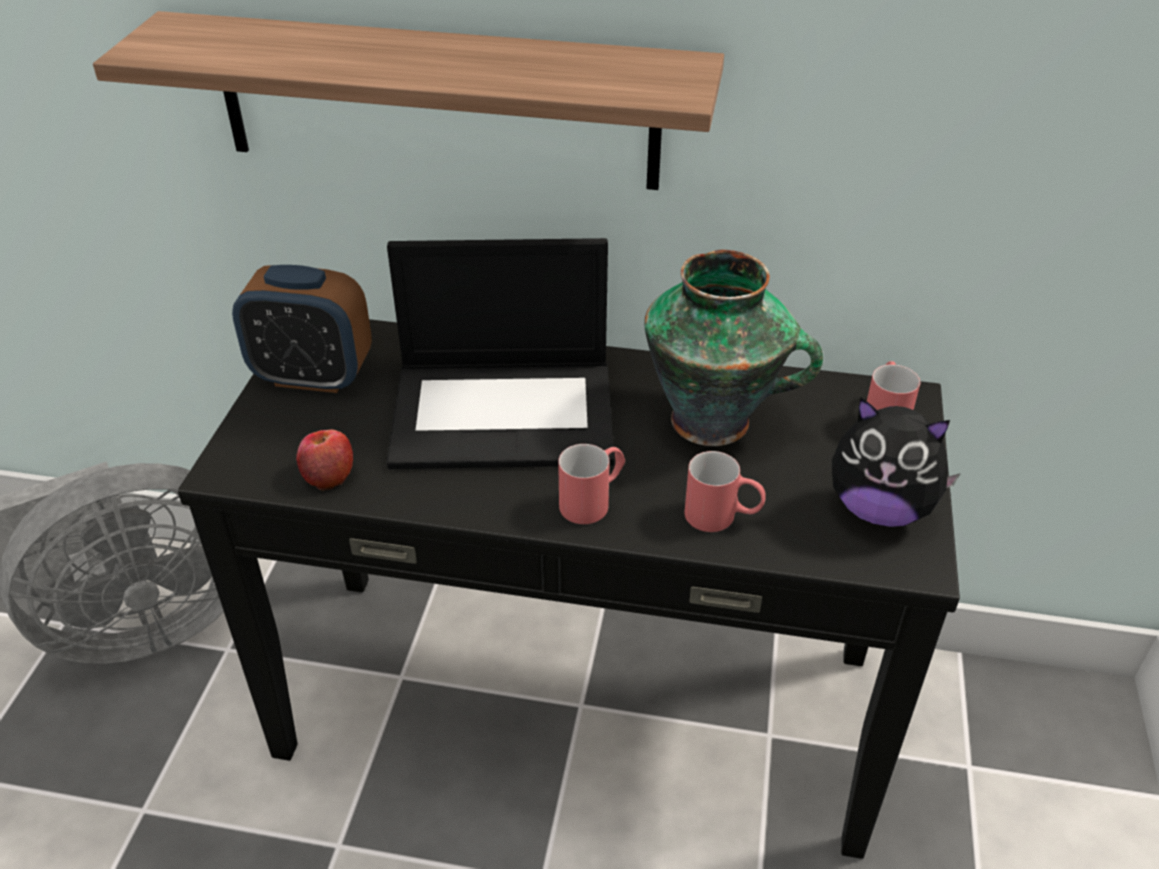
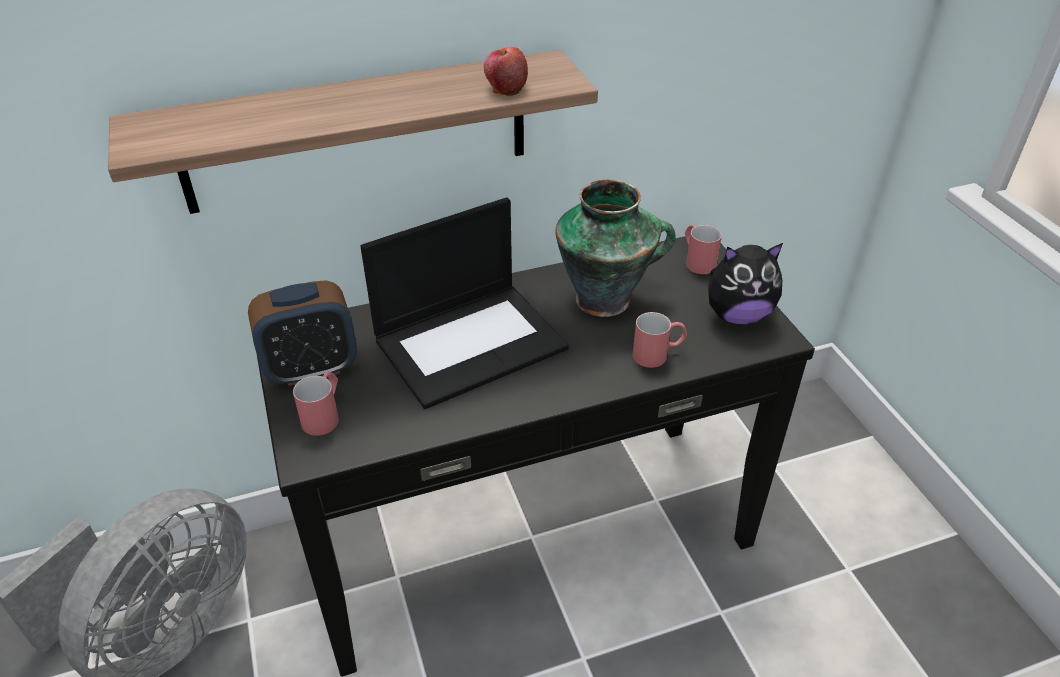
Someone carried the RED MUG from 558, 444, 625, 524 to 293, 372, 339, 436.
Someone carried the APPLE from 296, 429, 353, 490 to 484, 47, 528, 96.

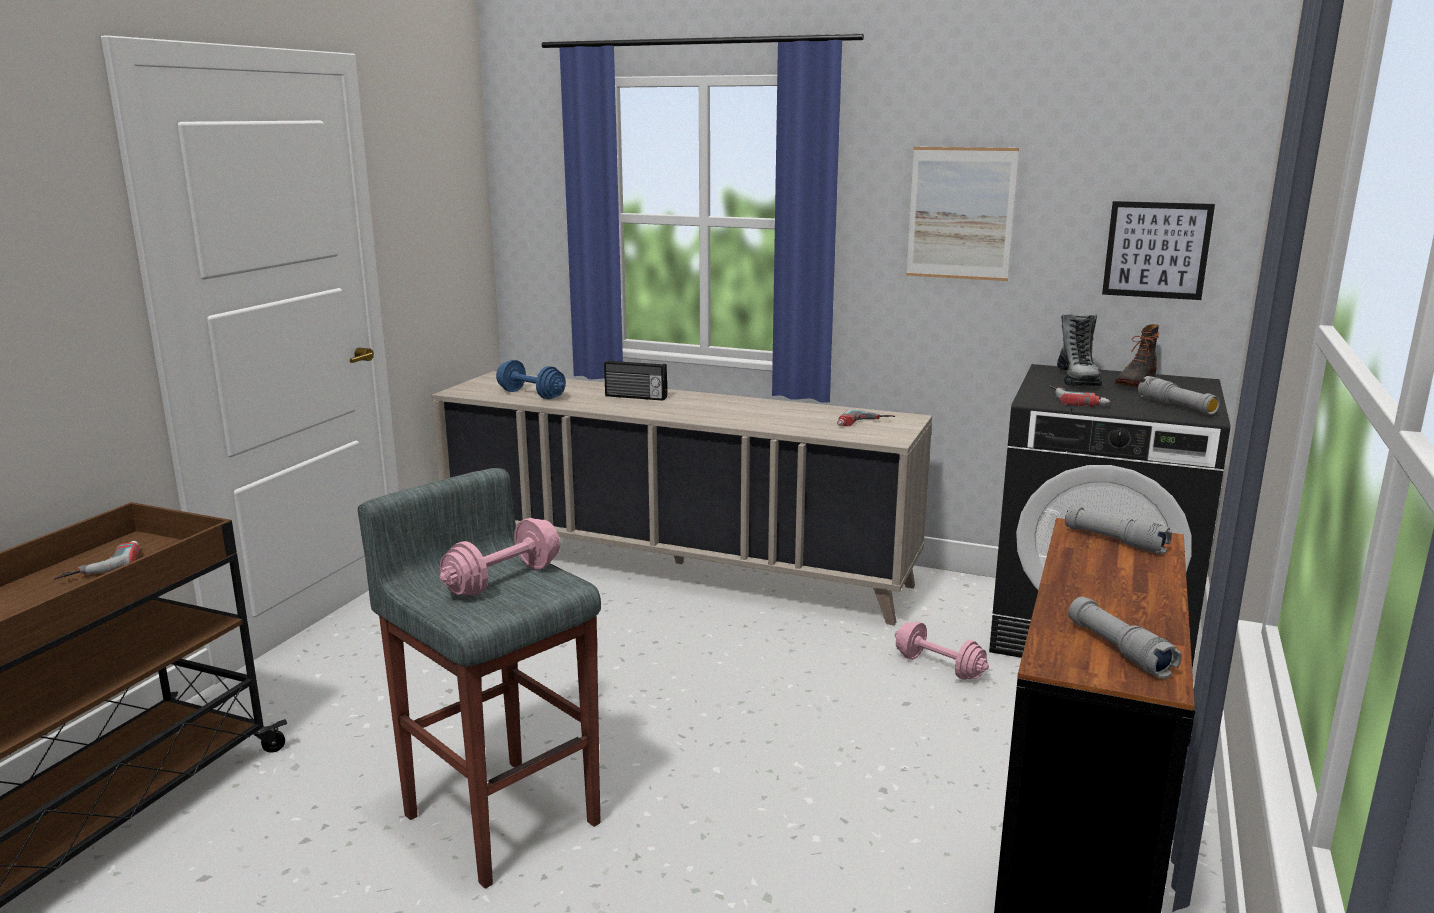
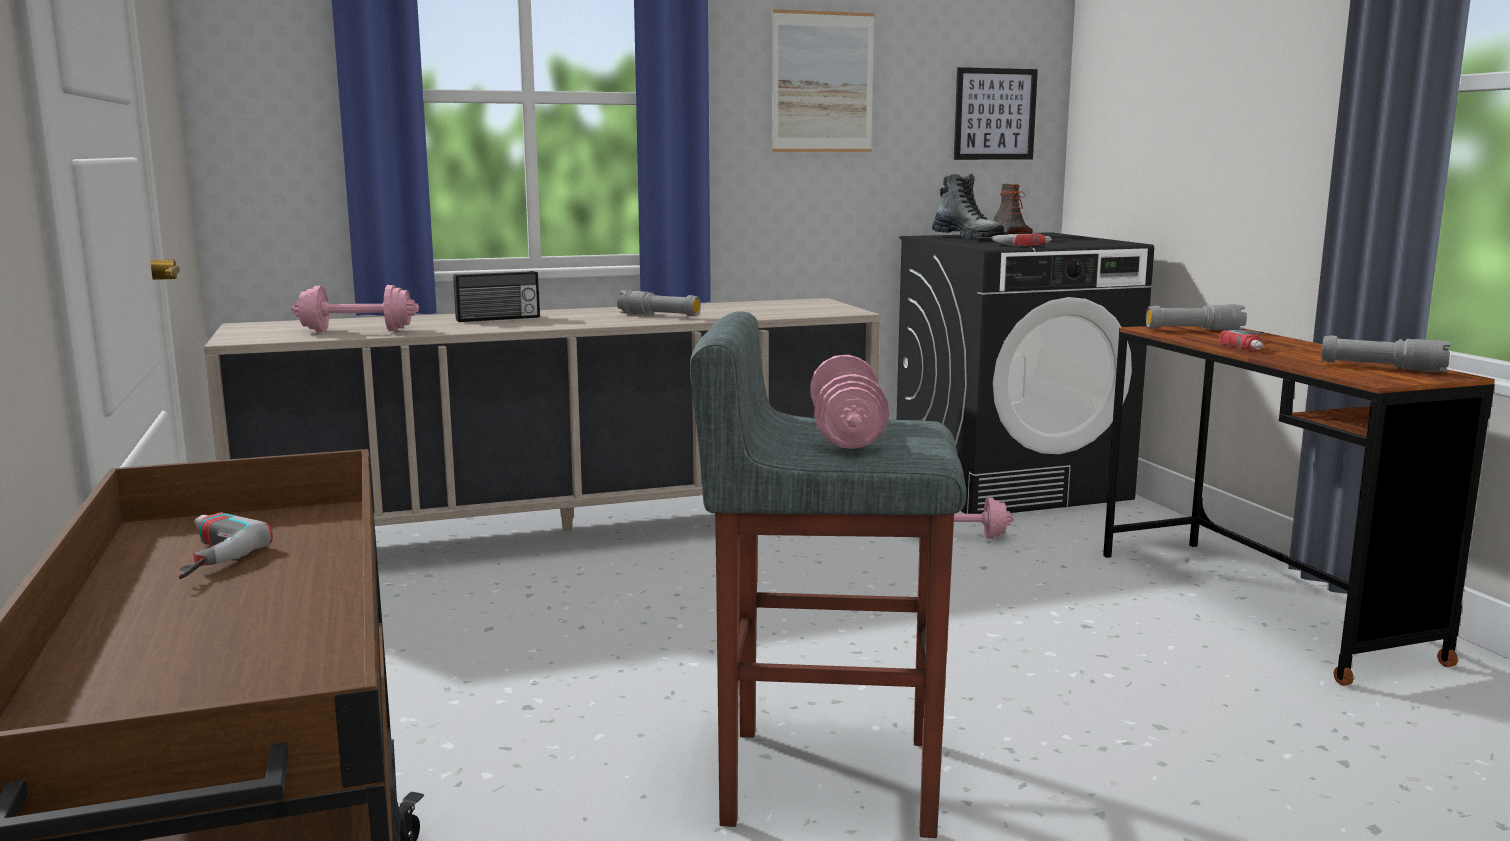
Someone repainted the BLUE DUMBBELL at 496, 360, 566, 399, which became the PINK DUMBBELL at 291, 285, 419, 332.
Someone carried the GREY FLASHLIGHT from 1138, 376, 1220, 415 to 617, 290, 701, 316.
Someone carried the POWER DRILL from 837, 410, 895, 426 to 1219, 330, 1264, 350.

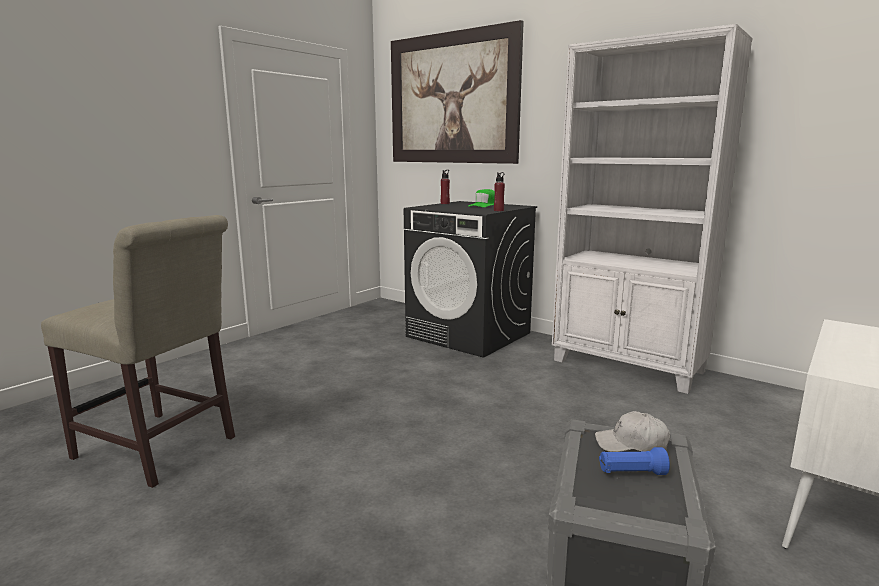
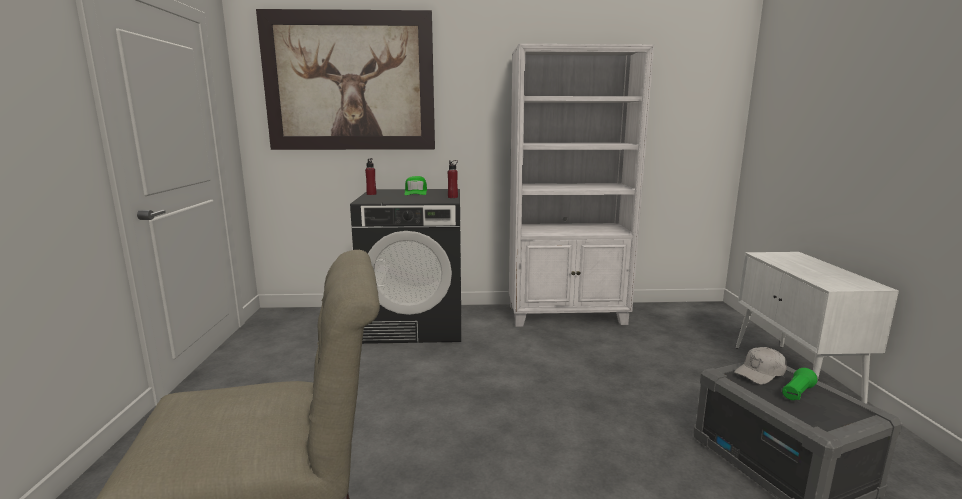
Someone repainted the BLUE FLASHLIGHT at 599, 447, 670, 475, which became the GREEN FLASHLIGHT at 782, 368, 818, 400.

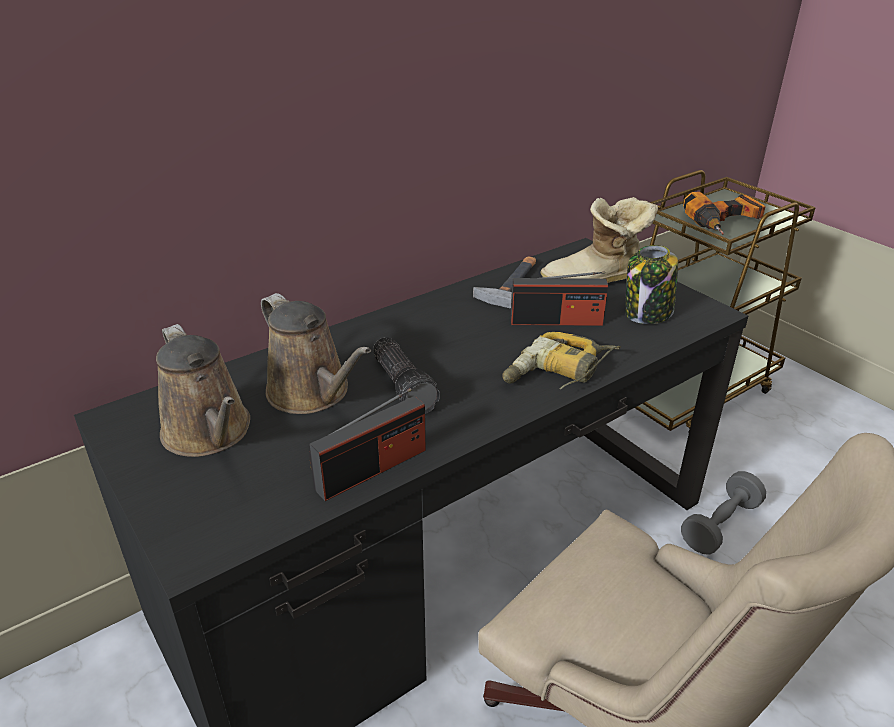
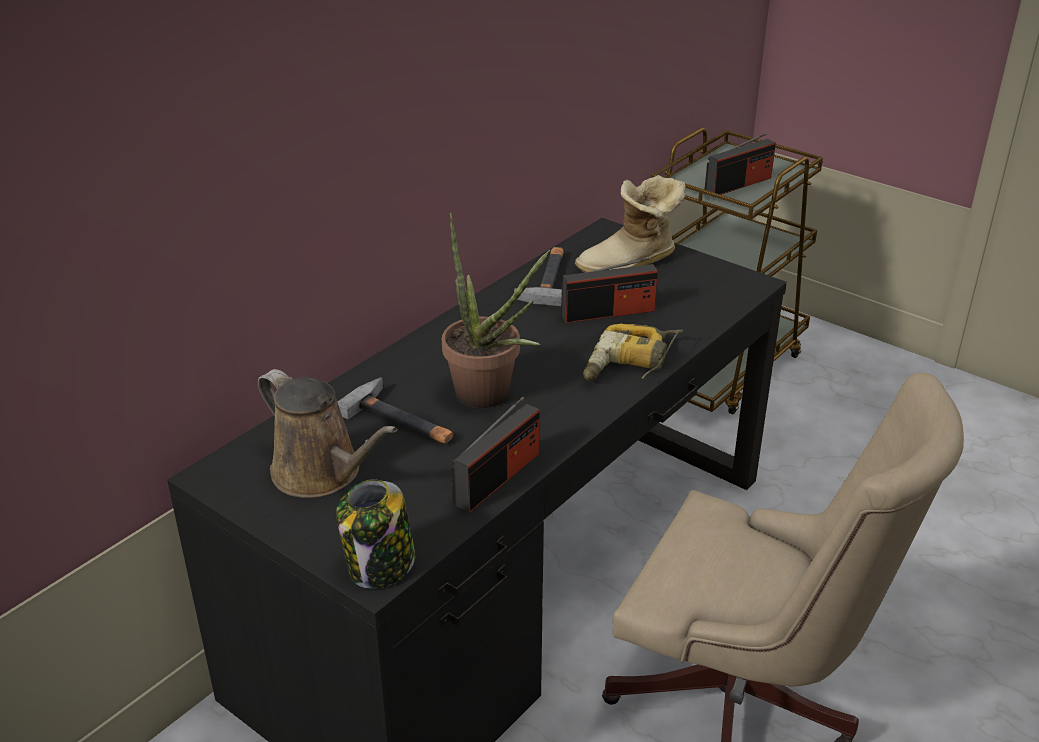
Someone carried the JAR from 625, 245, 678, 324 to 336, 479, 415, 589.
Someone swapped the BROWN WATERING CAN at 261, 293, 371, 414 for the HAMMER at 338, 377, 453, 444.
Someone swapped the FLASHLIGHT at 373, 337, 440, 414 for the POTTED PLANT at 442, 213, 551, 408.
Someone swapped the POWER DRILL at 683, 192, 766, 234 for the RADIO at 704, 133, 776, 195.
Someone took away the GREY DUMBBELL at 681, 471, 766, 555.

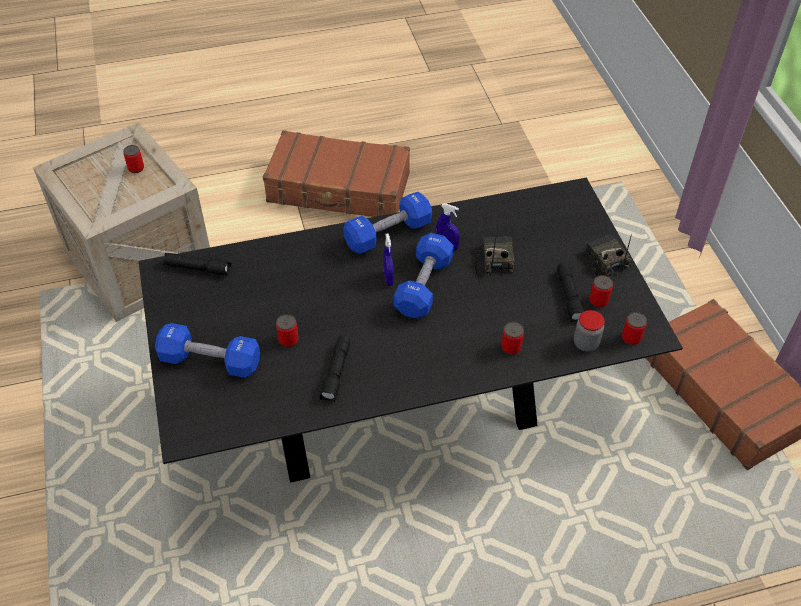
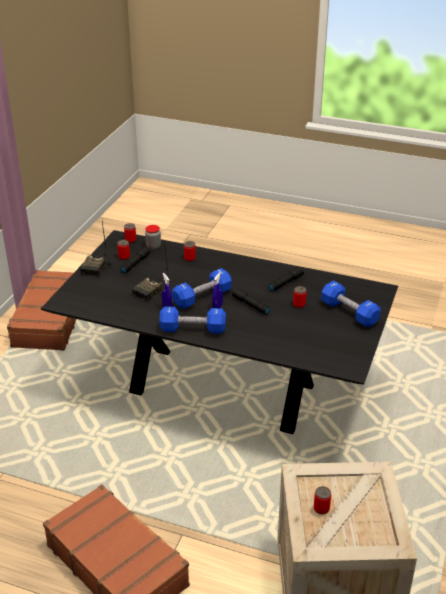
Someone carried the BLACK FLASHLIGHT from 163, 253, 232, 276 to 232, 288, 270, 315.

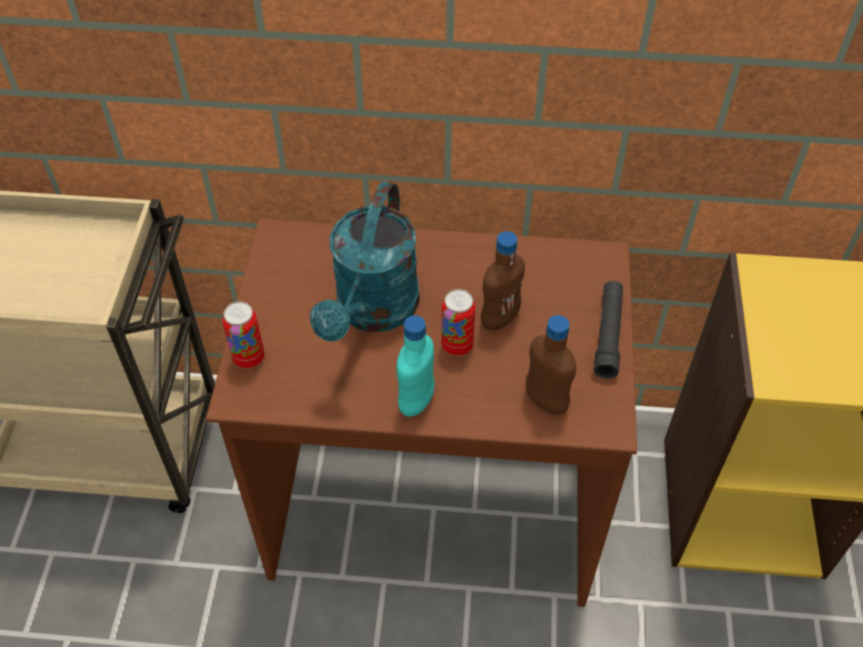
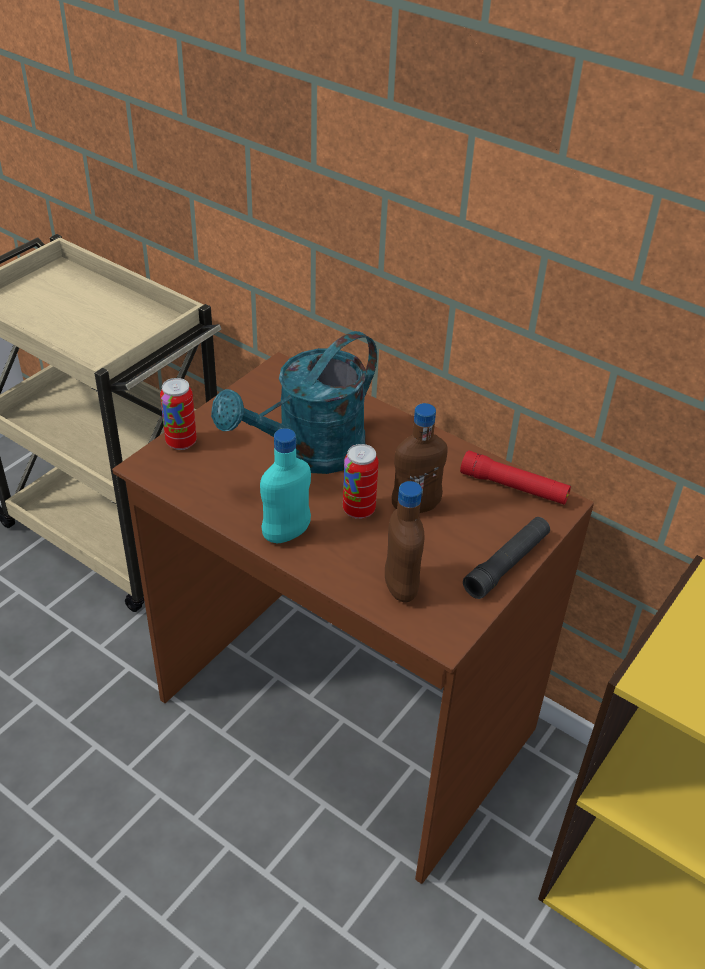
Someone put down the RED FLASHLIGHT at 460, 450, 571, 505.

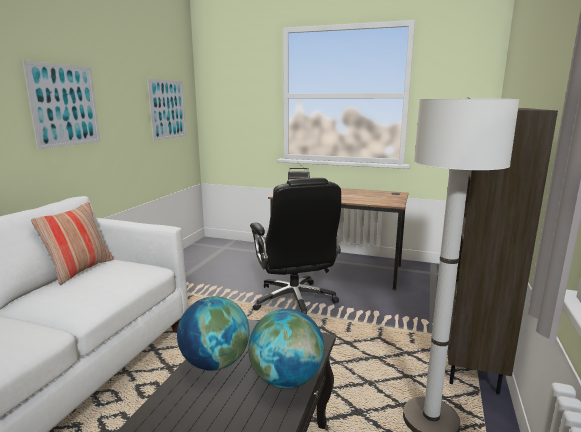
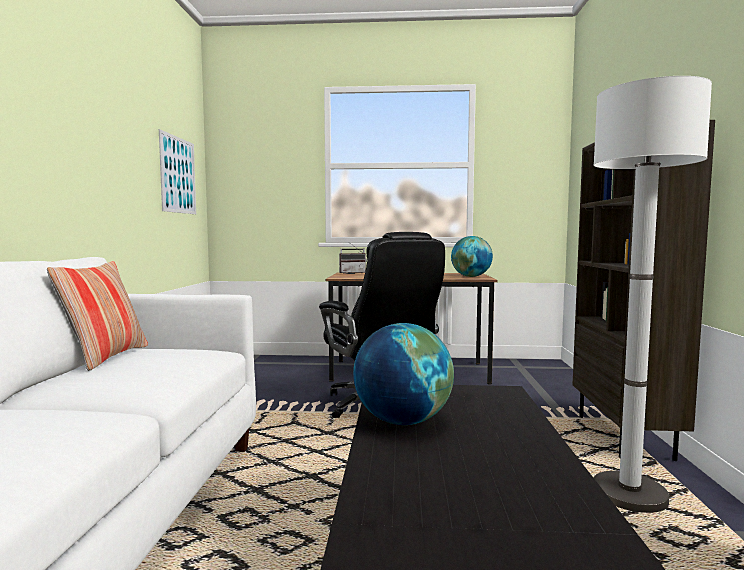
Someone carried the GLOBE from 248, 309, 324, 389 to 451, 236, 493, 277.
Someone took away the PICTURE at 22, 60, 100, 149.

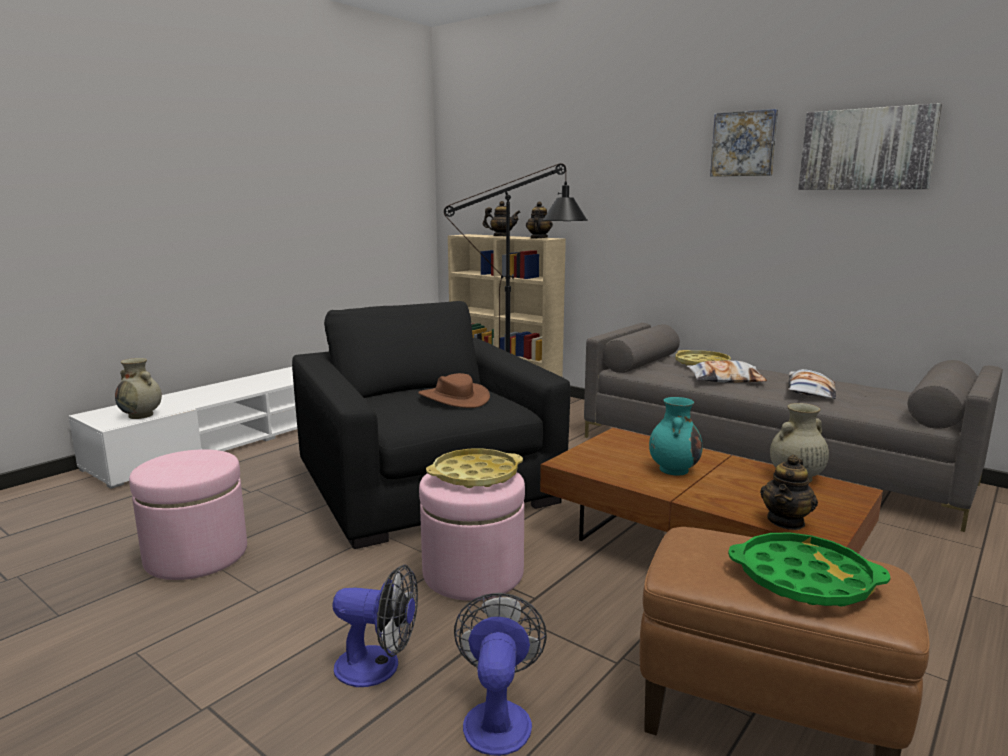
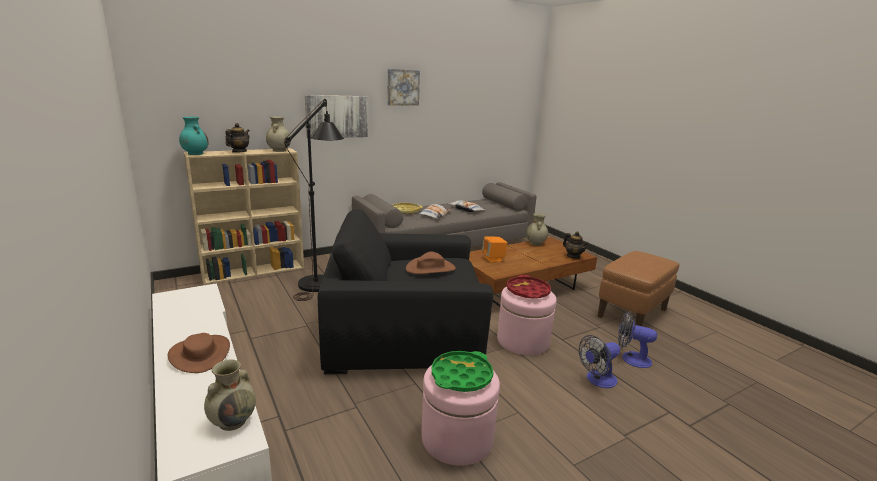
Someone put down the BROWN HAT at 167, 333, 230, 373.
Someone carried the TURQUOISE VASE from 649, 397, 703, 476 to 179, 117, 209, 155.
Someone swapped the TEAPOT at 526, 201, 553, 239 for the BEIGE VASE at 266, 116, 291, 152.
Someone carried the PICTURE from 798, 103, 942, 190 to 305, 95, 368, 139.
Someone carried the GREEN TRAY from 728, 532, 890, 607 to 432, 351, 493, 392.
Someone put down the ORANGE SPEAKER at 482, 236, 507, 263.
Someone repainted the YELLOW TRAY at 426, 448, 523, 488, which became the RED TRAY at 506, 275, 551, 298.
Someone rotated the FAN at 332, 565, 418, 687 by 150 degrees counterclockwise.

